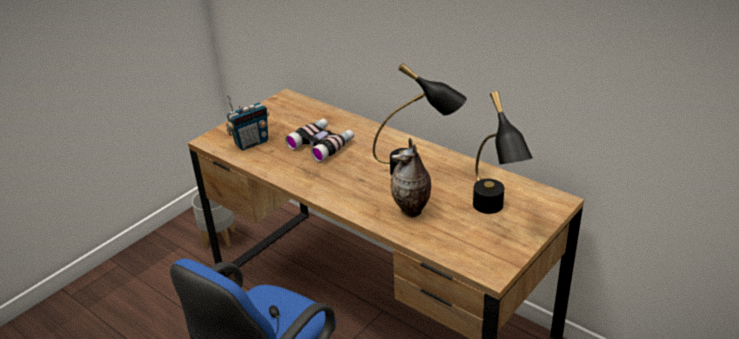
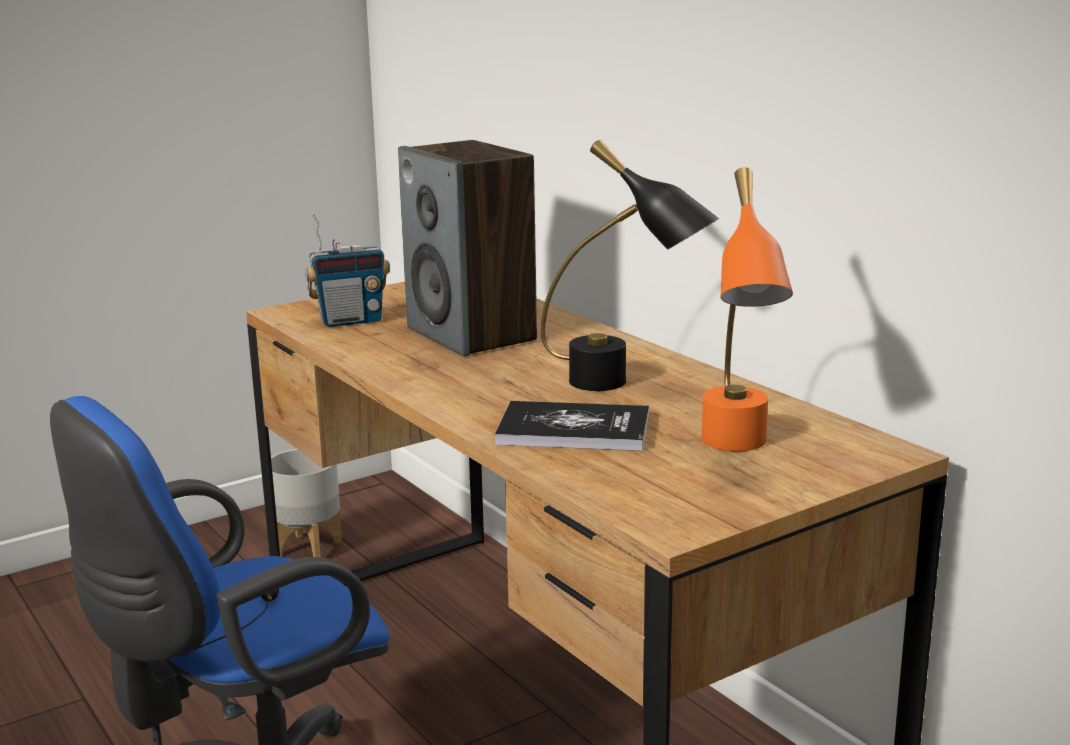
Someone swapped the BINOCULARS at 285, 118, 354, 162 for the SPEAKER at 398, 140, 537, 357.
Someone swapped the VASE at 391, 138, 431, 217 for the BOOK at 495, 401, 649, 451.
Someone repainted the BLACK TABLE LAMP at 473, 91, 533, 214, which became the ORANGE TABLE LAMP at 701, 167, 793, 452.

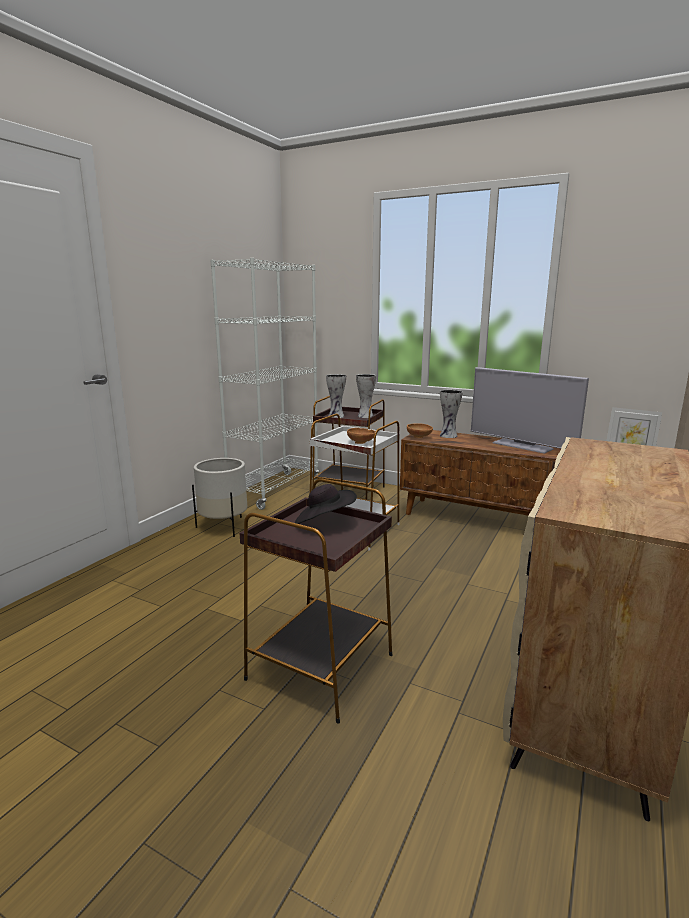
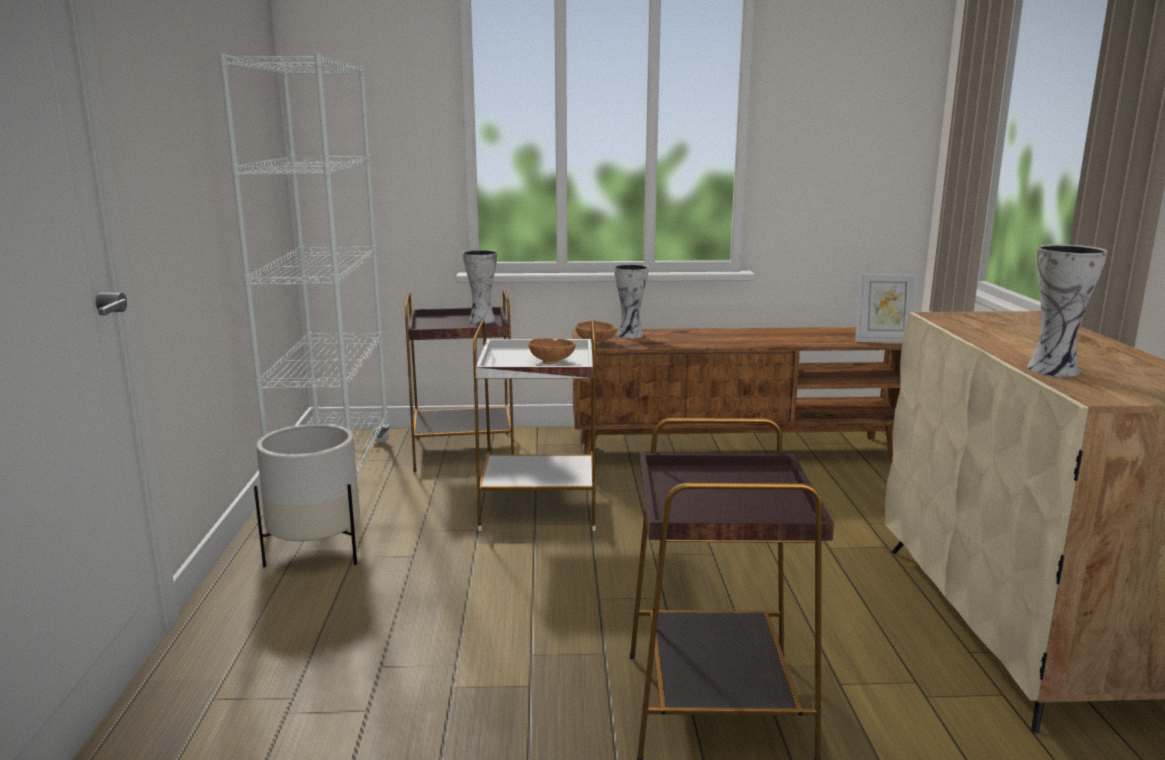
Someone carried the VASE from 326, 374, 346, 418 to 1027, 244, 1107, 377.
Someone took away the BLACK HAT at 295, 484, 357, 524.
Someone took away the TELEVISION at 471, 367, 589, 454.

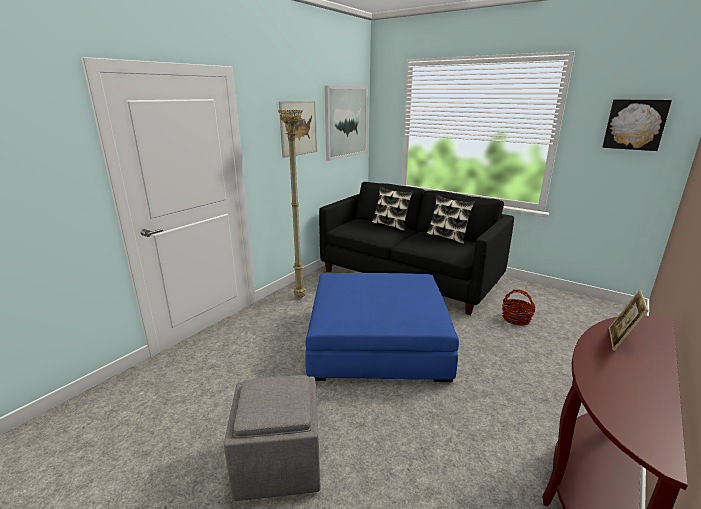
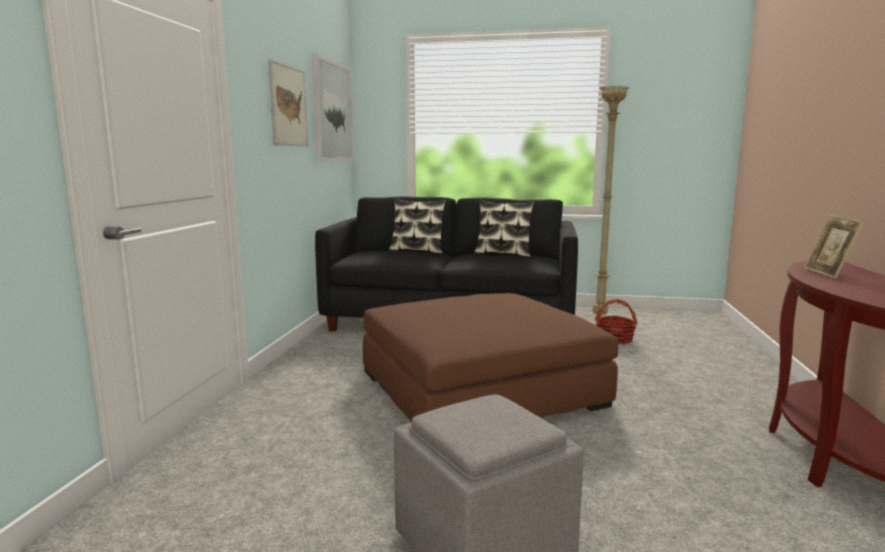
Someone repainted the BLUE OTTOMAN at 305, 273, 459, 382, which became the BROWN OTTOMAN at 363, 293, 618, 421.
Someone carried the BEIGE FLOOR LAMP from 278, 109, 306, 297 to 593, 86, 629, 316.
Someone took away the PICTURE at 602, 99, 672, 151.

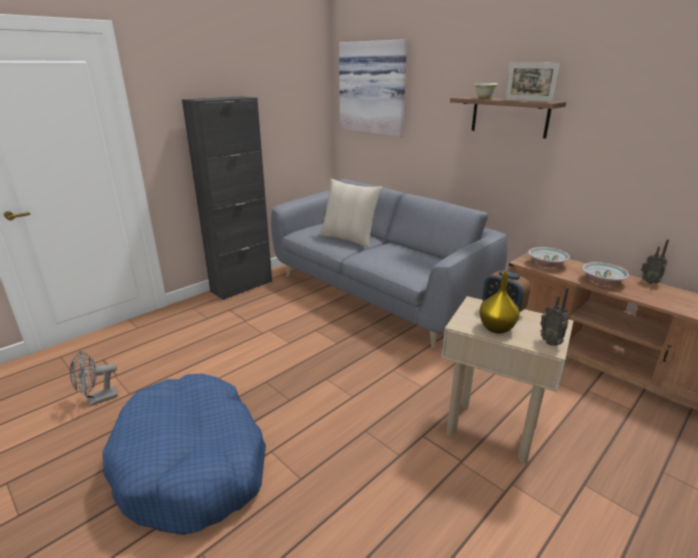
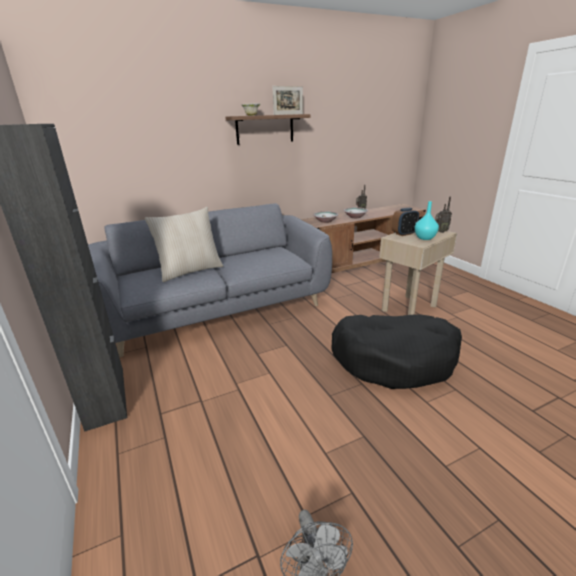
Someone put down the BLACK DOG BED at 331, 314, 462, 389.
Someone repainted the YELLOW VASE at 479, 272, 520, 334, which became the TURQUOISE VASE at 414, 201, 439, 240.
Someone took away the BLUE DOG BED at 103, 373, 266, 535.
Someone took away the PICTURE at 339, 39, 407, 137.

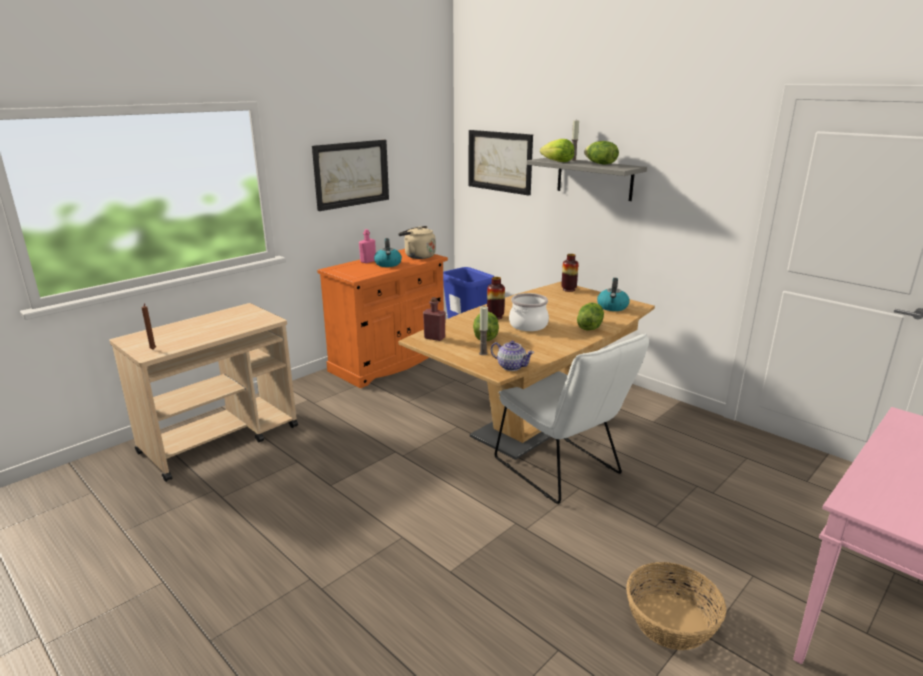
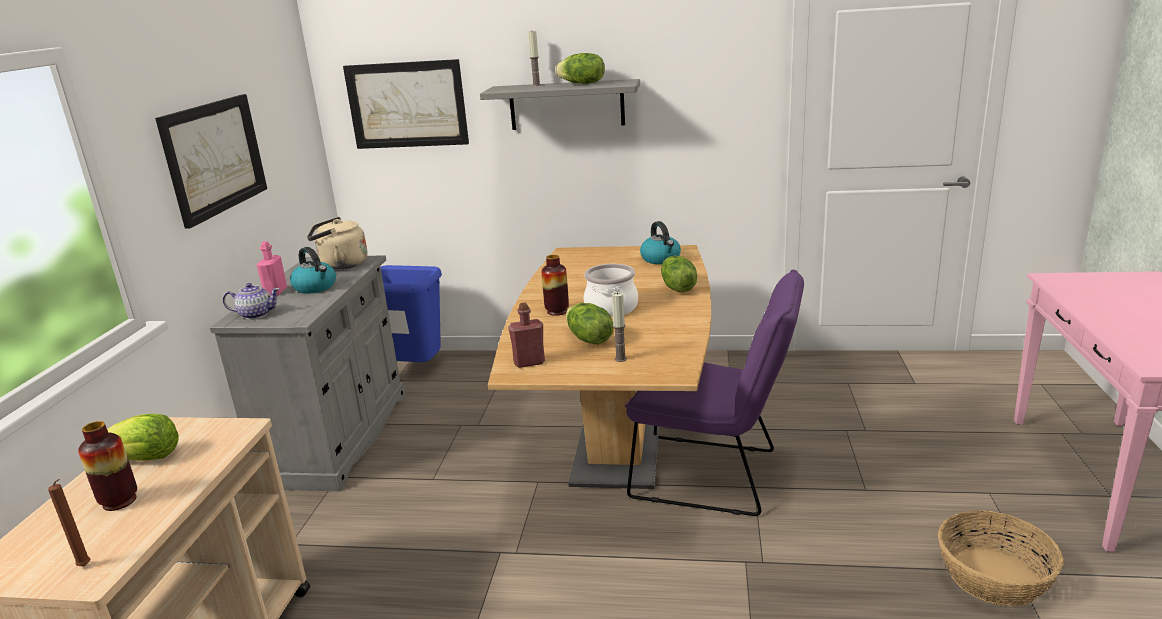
Someone carried the VASE from 561, 254, 579, 292 to 78, 421, 137, 511.
Someone carried the LETTUCE from 540, 139, 574, 162 to 107, 413, 179, 461.
Someone repainted the ORANGE CABINET at 317, 249, 448, 388, which became the GREY CABINET at 210, 255, 406, 491.
Someone carried the TEAPOT from 491, 341, 534, 371 to 223, 283, 280, 319.
Someone repainted the WHITE CHAIR at 495, 333, 649, 504, which became the PURPLE CHAIR at 625, 270, 804, 516.

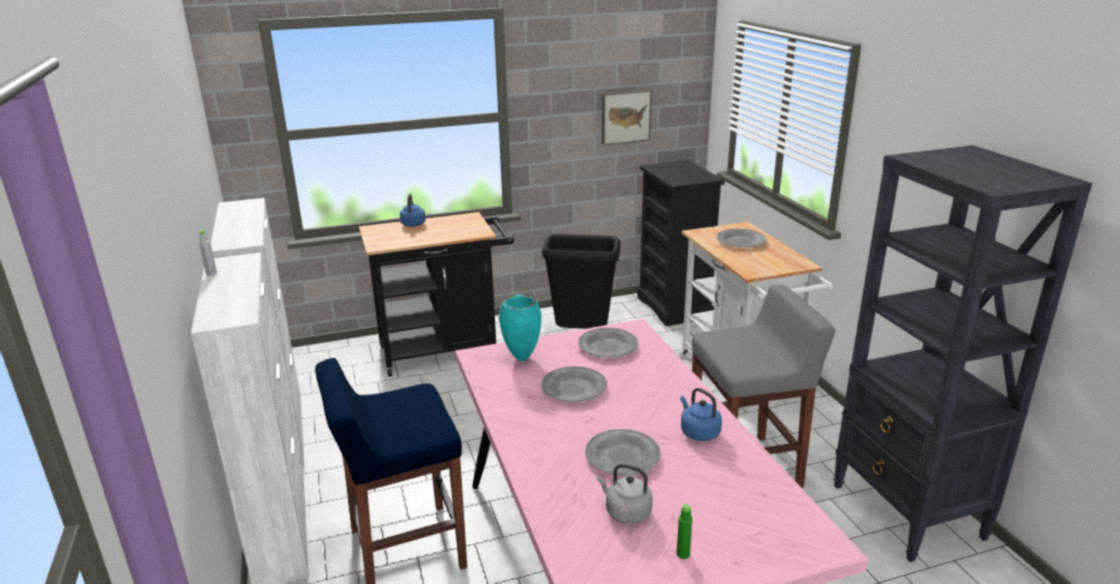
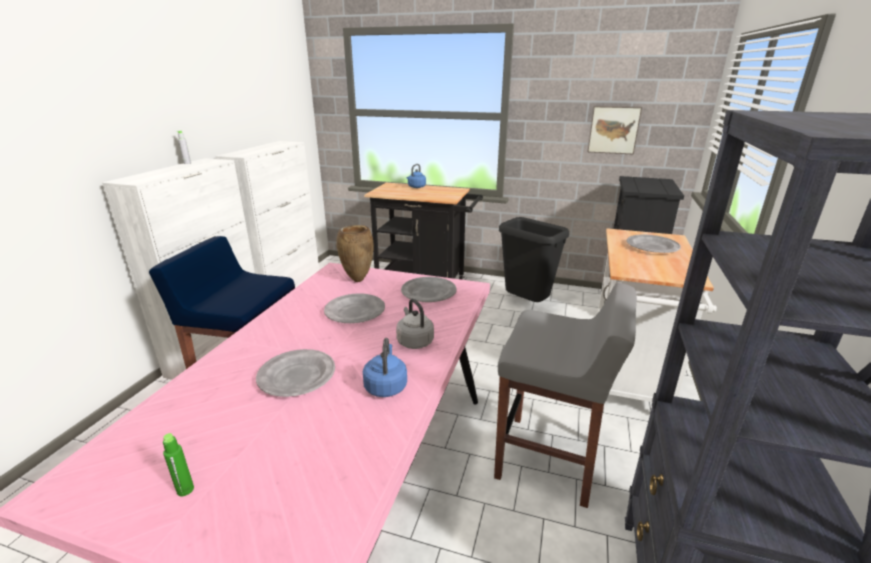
Someone repainted the TURQUOISE VASE at 499, 295, 541, 361, which became the BROWN VASE at 336, 225, 374, 282.
Someone carried the GREY KETTLE from 597, 464, 653, 524 to 396, 299, 434, 349.

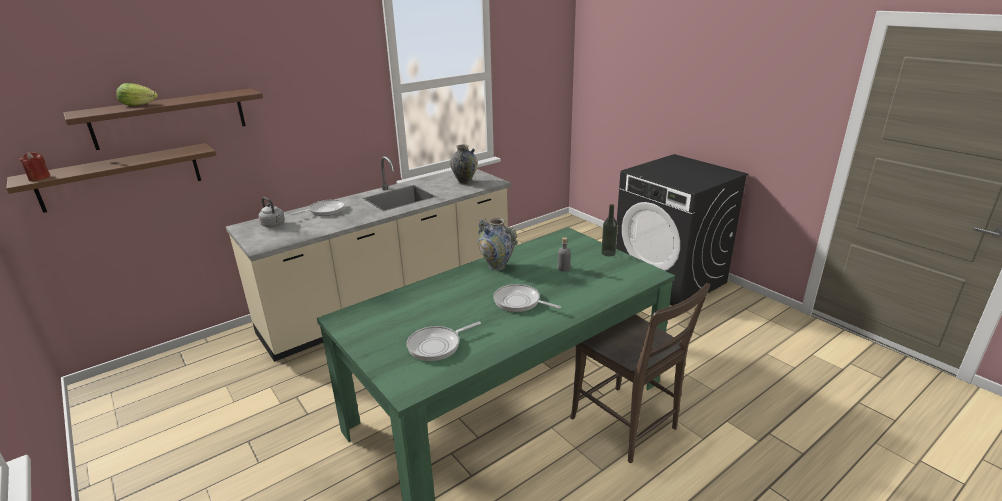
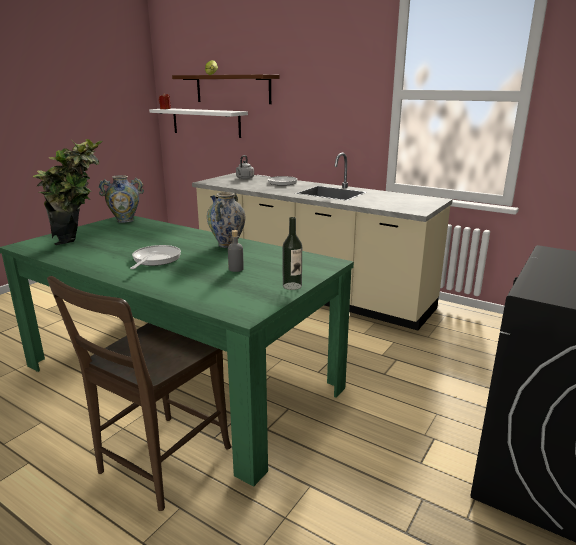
Someone swapped the FRYING PAN at 406, 322, 481, 361 for the POTTED PLANT at 33, 139, 102, 245.
Someone carried the VASE from 450, 144, 478, 185 to 98, 175, 144, 223.
Someone repainted the BROWN SHELF at 6, 143, 216, 213, which became the WHITE SHELF at 149, 108, 248, 138.

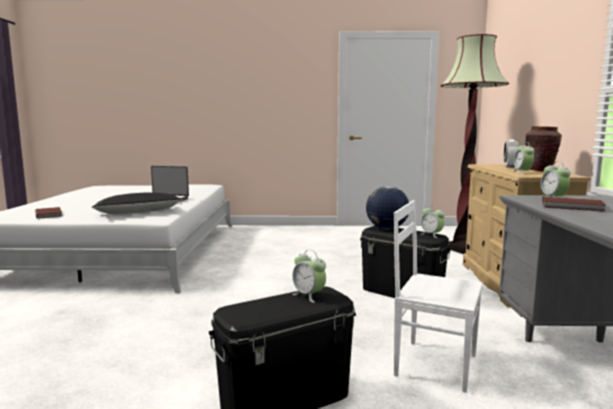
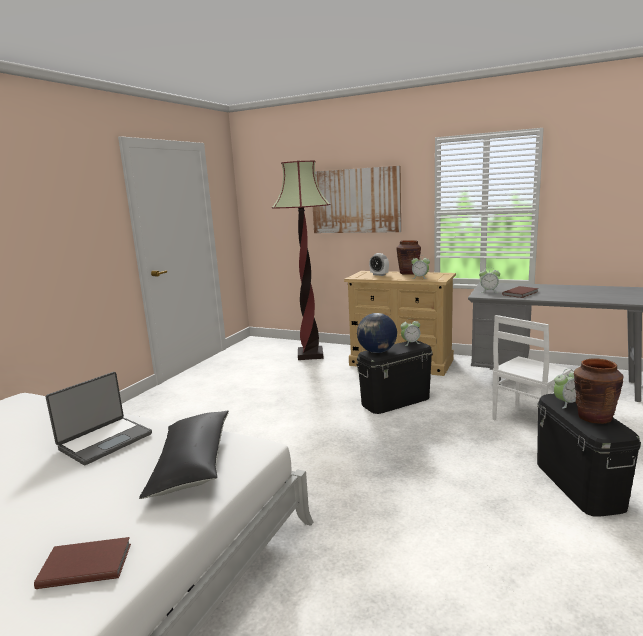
Someone put up the PICTURE at 313, 166, 401, 233.
Someone put down the BROWN VASE at 574, 359, 624, 424.

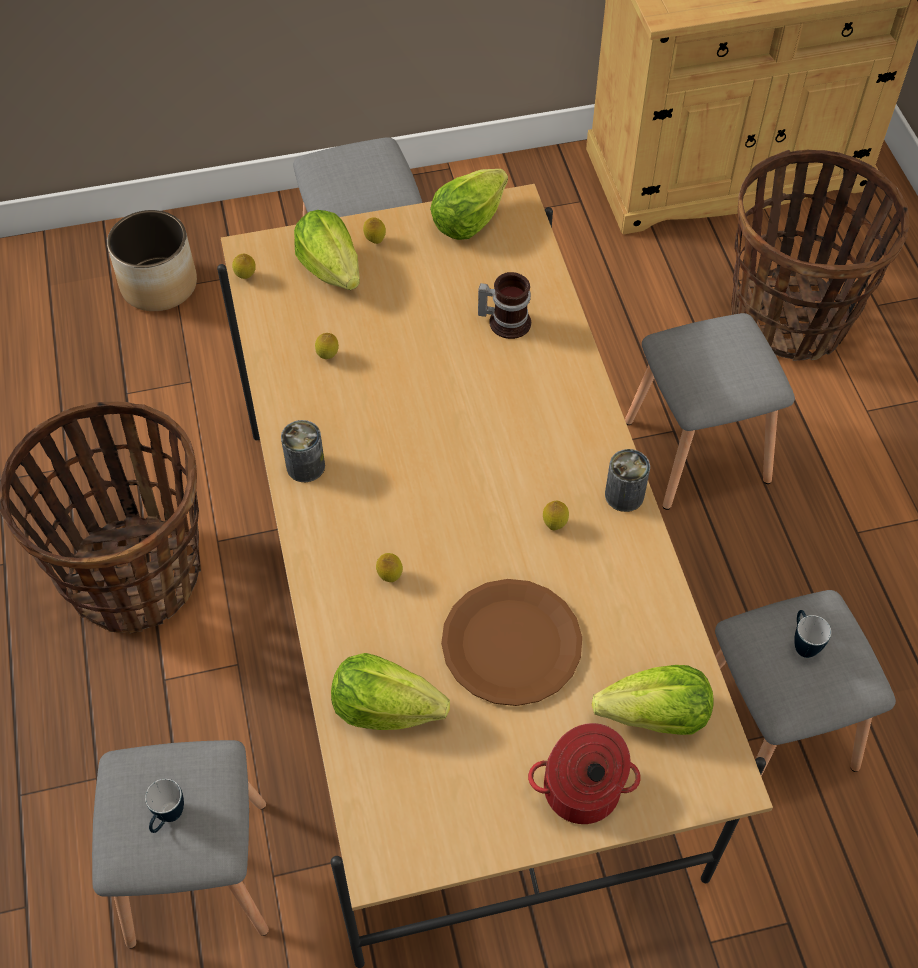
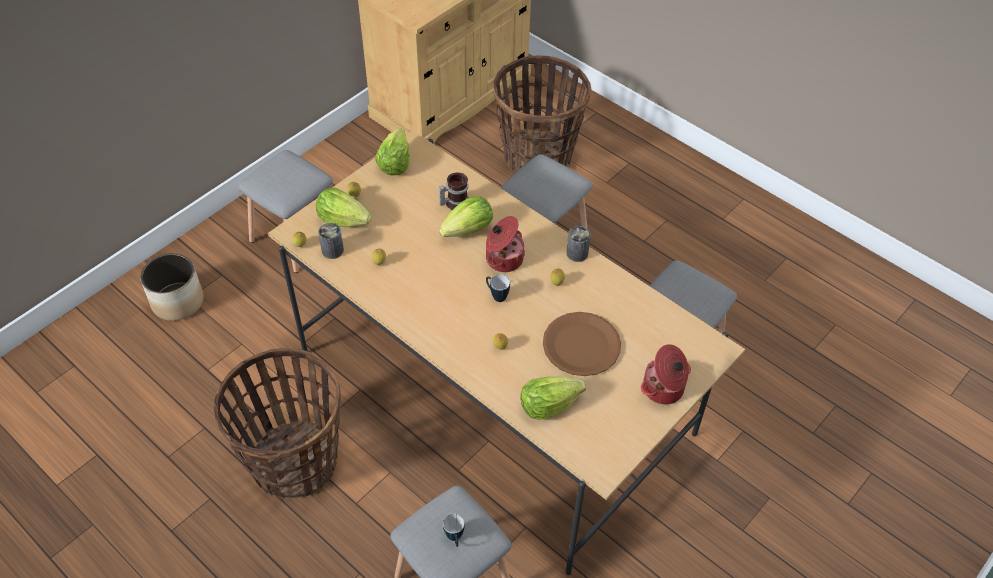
Someone carried the CAN from 281, 420, 325, 482 to 318, 223, 344, 259.
Someone carried the LETTUCE from 592, 665, 714, 735 to 439, 197, 493, 237.
Someone put down the COOKING POT at 486, 216, 525, 272.
Someone carried the MUG from 794, 610, 831, 658 to 486, 275, 510, 302.

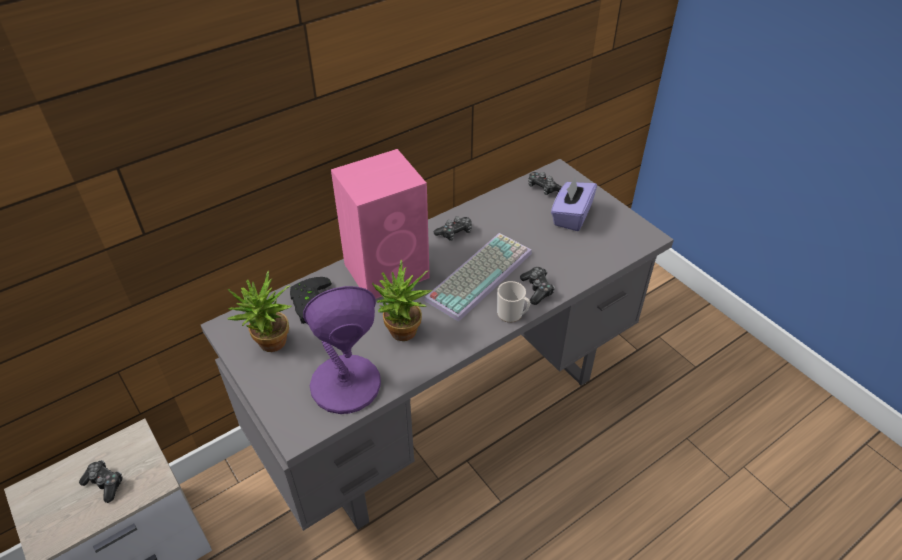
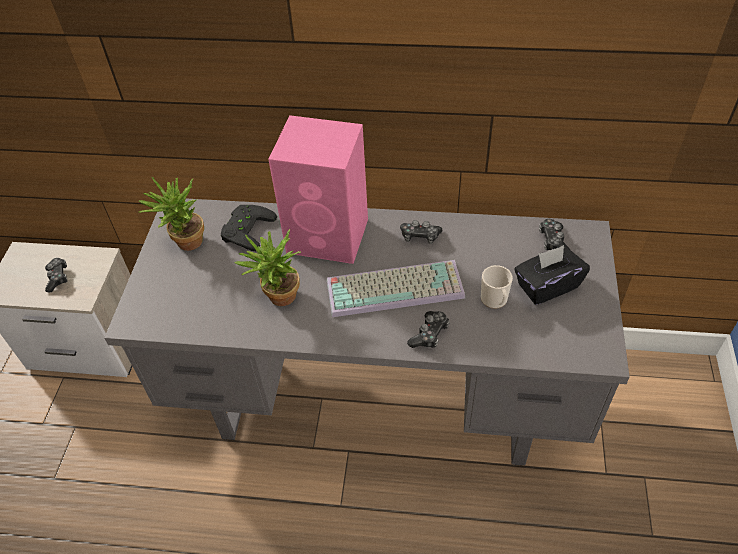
Someone carried the MUG from 497, 281, 530, 323 to 481, 265, 513, 309.
Someone repainted the PURPLE TISSUE BOX at 551, 178, 597, 231, which became the BLACK TISSUE BOX at 514, 245, 590, 305.
Someone took away the PURPLE TABLE LAMP at 303, 286, 381, 414.

